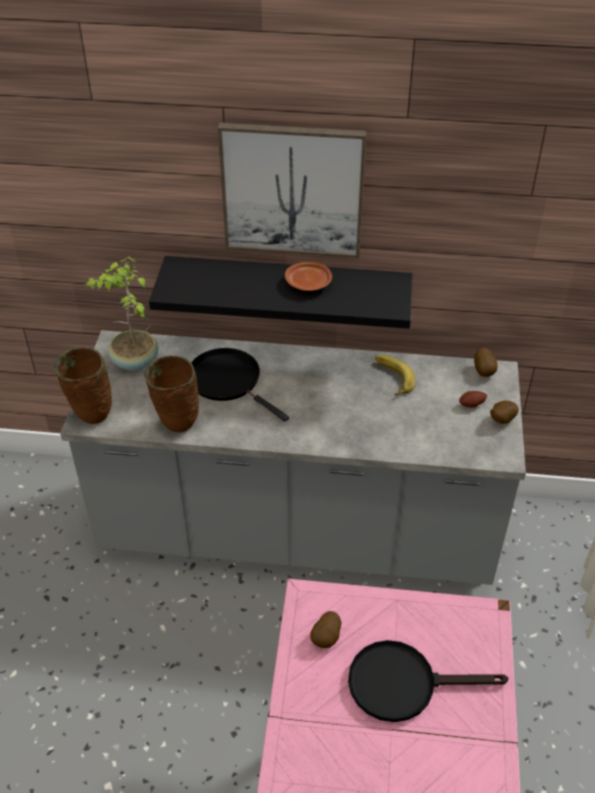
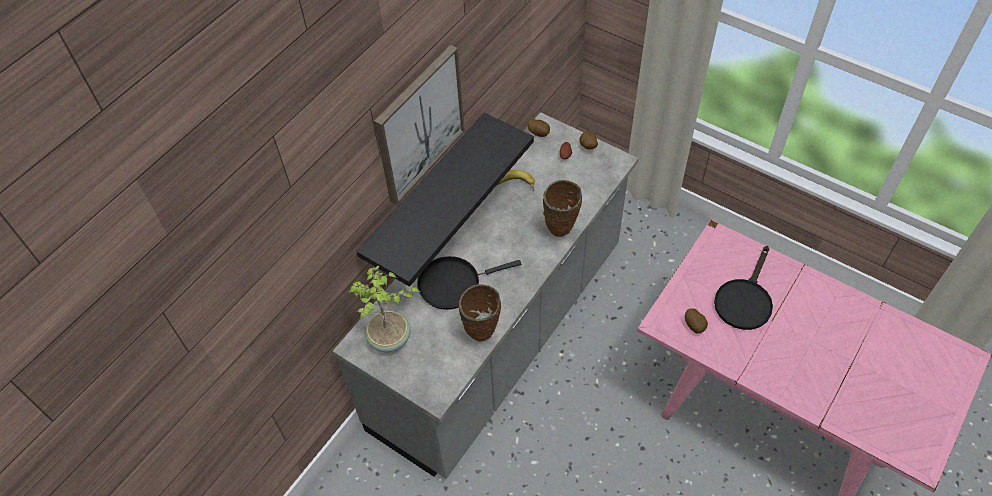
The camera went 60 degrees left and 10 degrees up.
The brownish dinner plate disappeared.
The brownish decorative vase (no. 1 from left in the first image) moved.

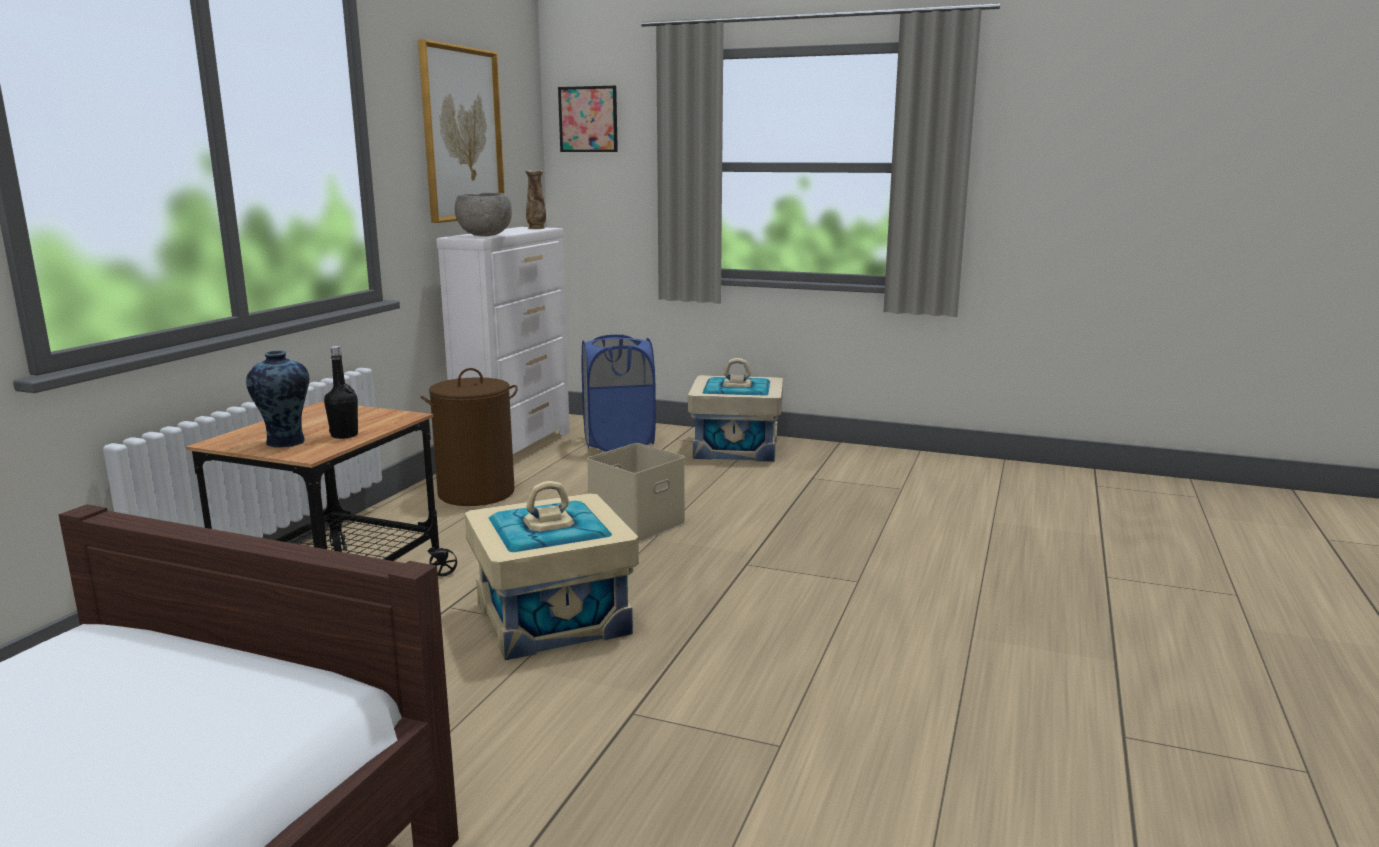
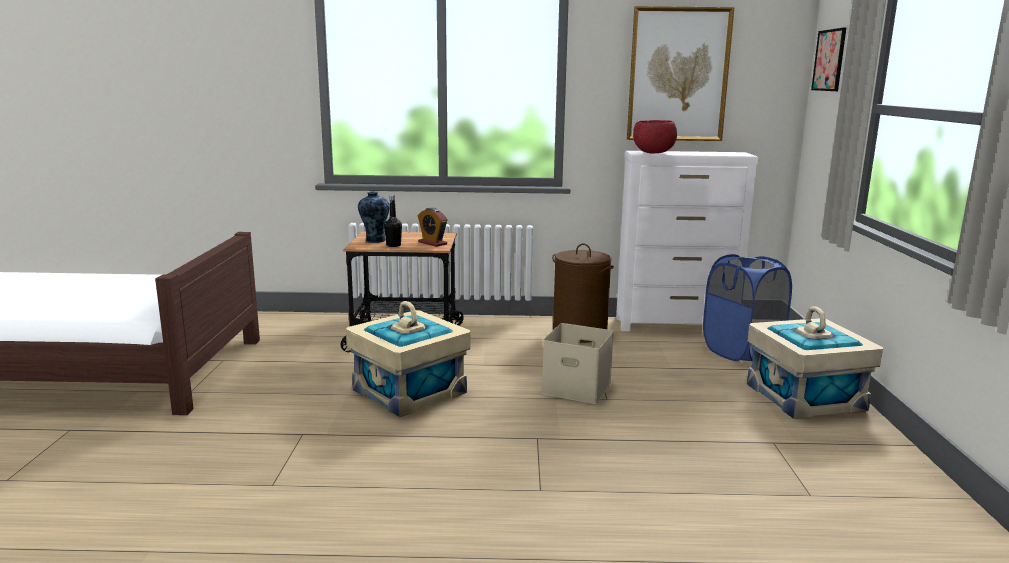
The camera went 70 degrees right and 0 degrees up.
The decorative vase (no. 2 from left) disappeared.
The bedside clock appeared.
The gray bowl became the red bowl.

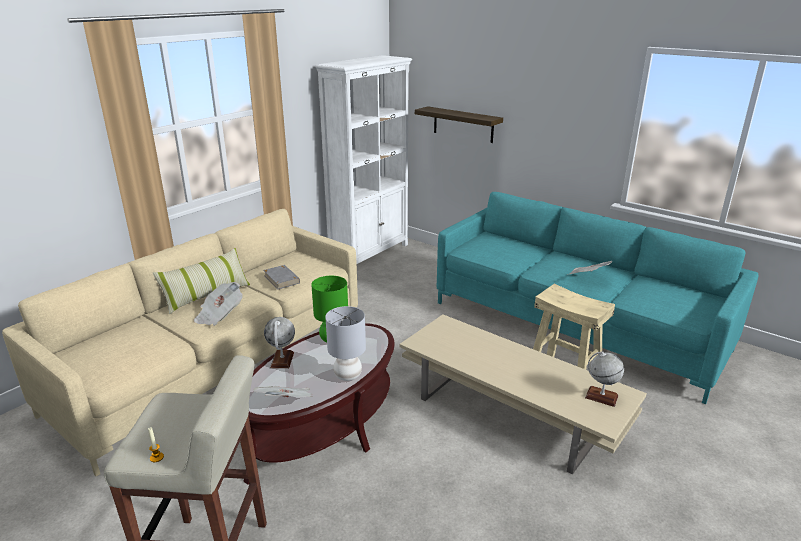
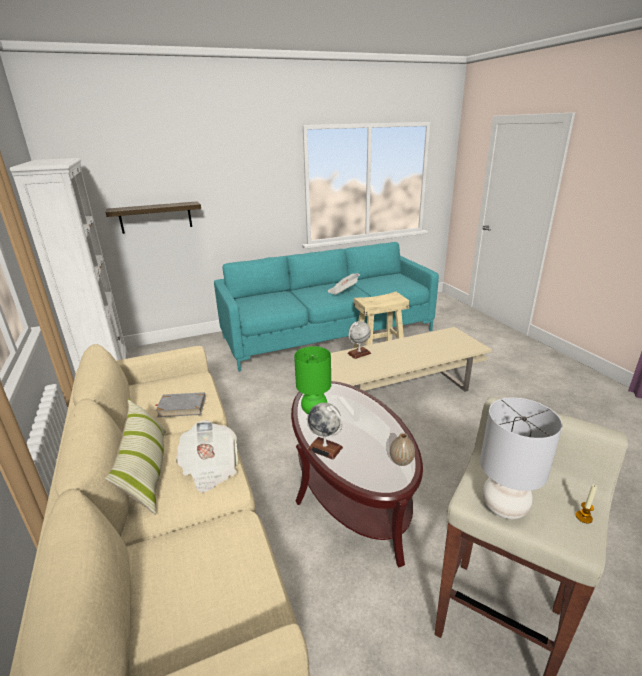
The camera went 60 degrees left and 0 degrees up.
The gray tabletop lamp moved.
The world globe (no. 2 from left) moved.
The newspaper (no. 2 from left) was replaced by the decorative vase.

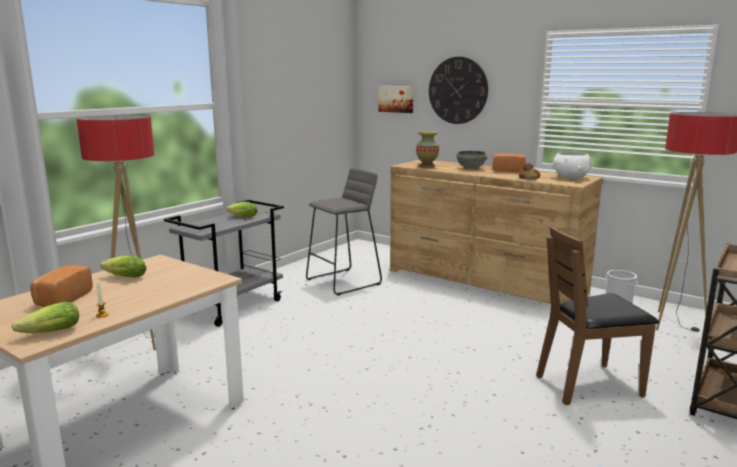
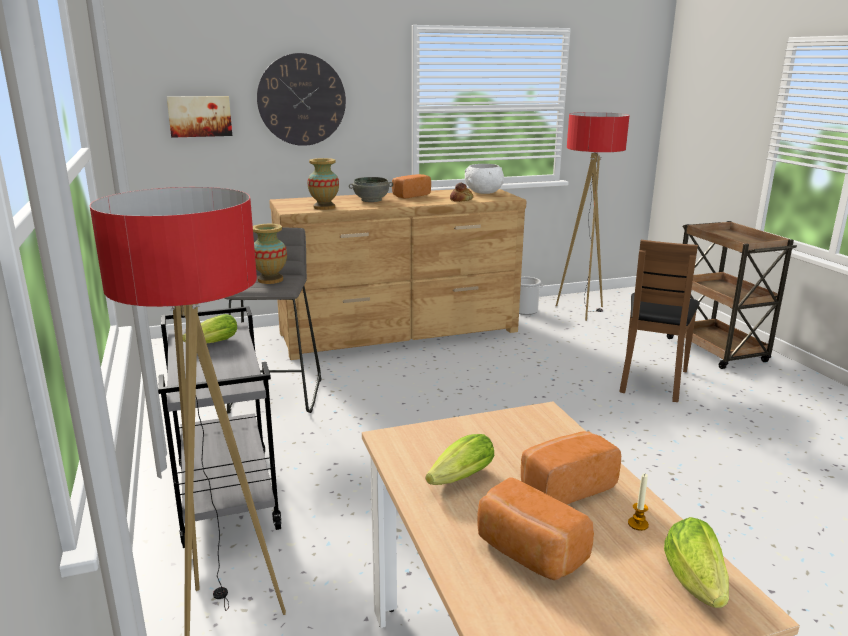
The camera went 55 degrees left and 5 degrees up.
The decorative vase (no. 1 from left) appeared.
The bakery bread (no. 4 from left) appeared.

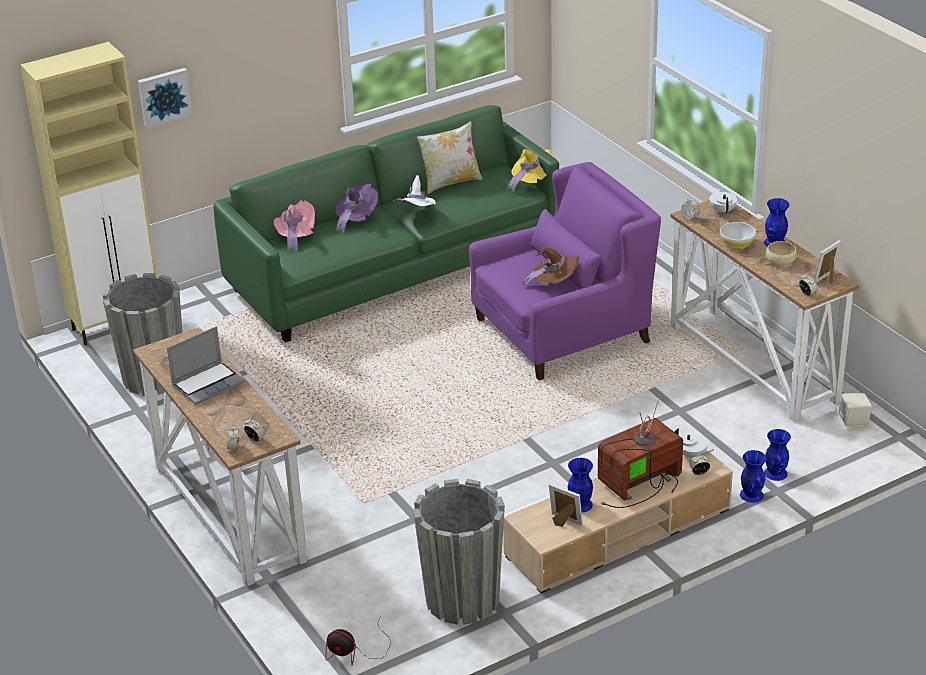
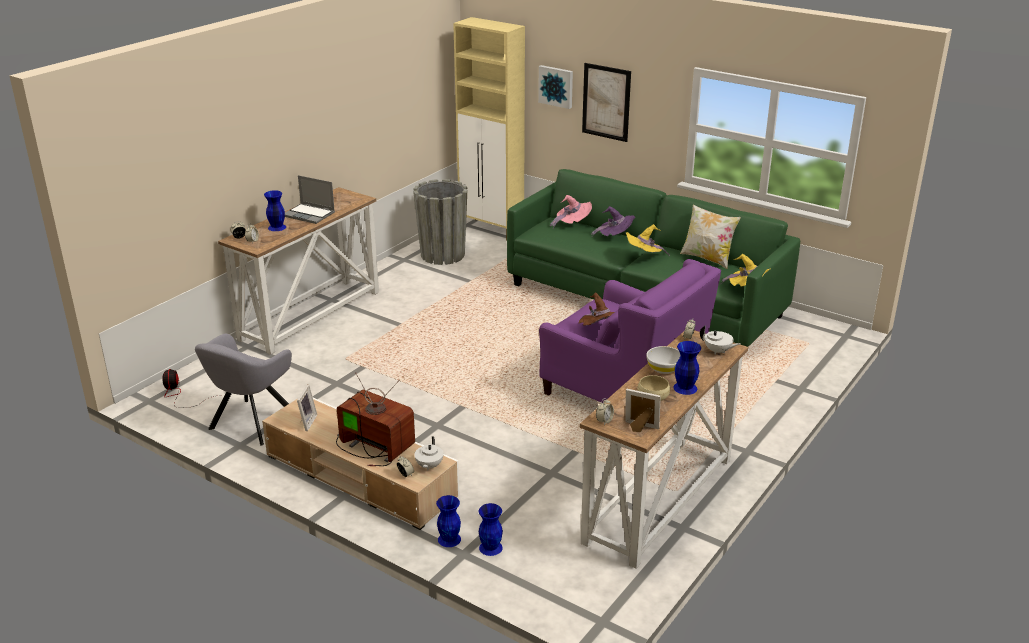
The camera went 65 degrees right and 5 degrees down.
The sand-coloured audio speaker disappeared.
The picture (no. 2 from left) appeared.
The blue-coloured decorative vase (no. 1 from left) moved.
The gray planter (no. 2 from left) was replaced by the gray easy chair.
The whitish clothing hat became the yellow-coloured clothing hat (no. 1 from left).
The whitish tea pot (no. 2 from left) turned 60 degrees clockwise.

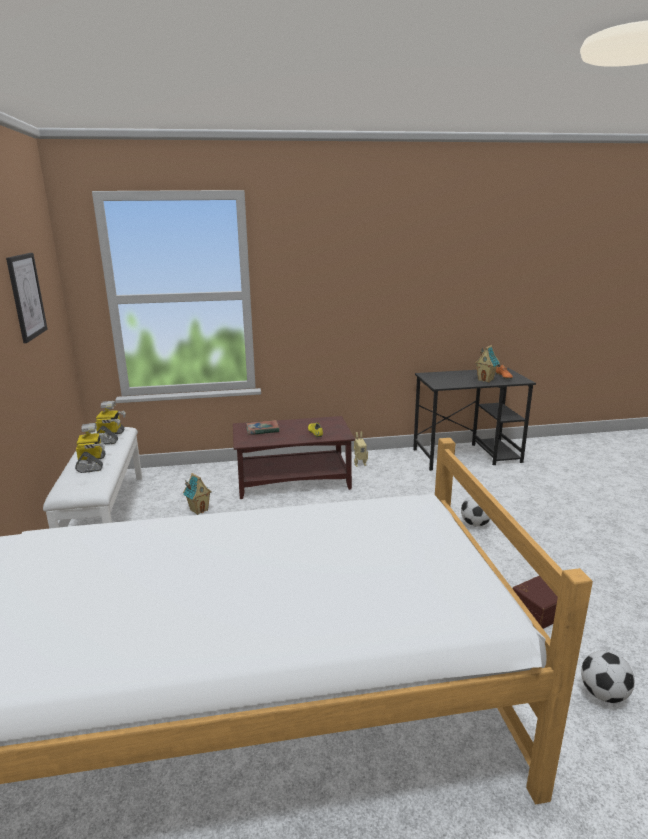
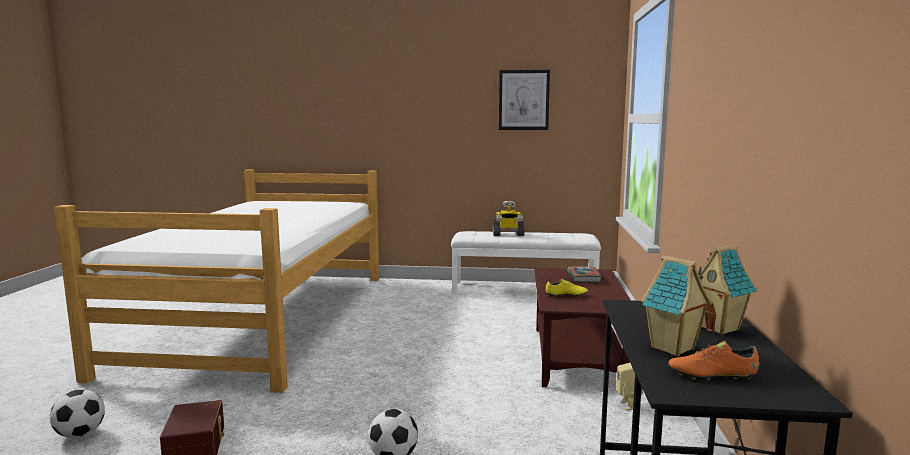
The camera went 105 degrees right and 10 degrees down.
The model robot (no. 2 from left) disappeared.
The miniature house (no. 1 from left in the first image) moved.

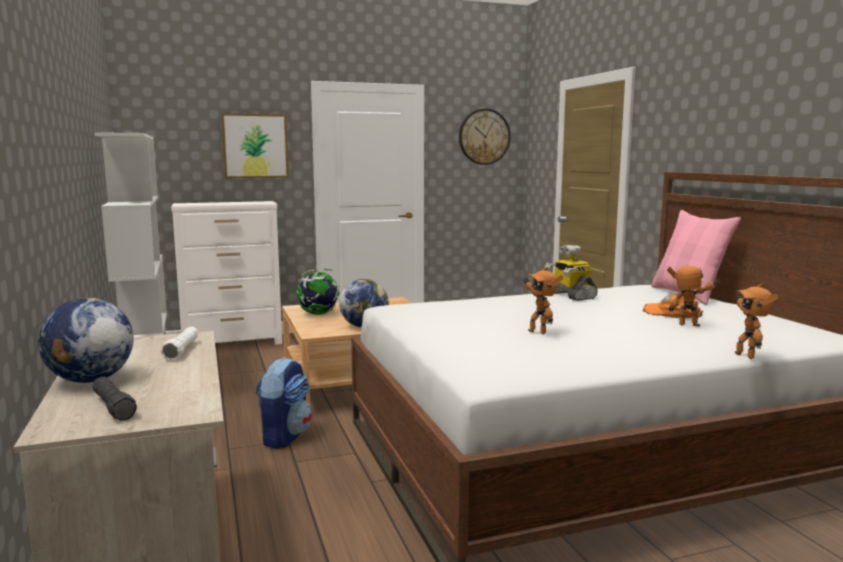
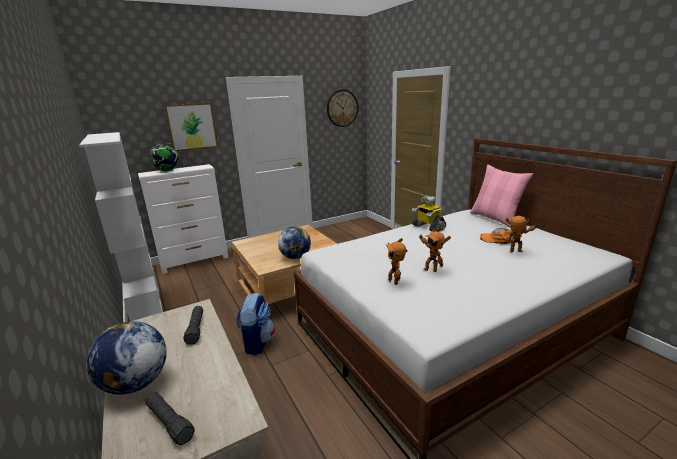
The camera went 10 degrees left and 10 degrees up.
The world globe (no. 2 from left) moved.
The model robot (no. 4 from left in the first image) moved.
The whitish hand torch became the blackish hand torch (no. 2 from left).

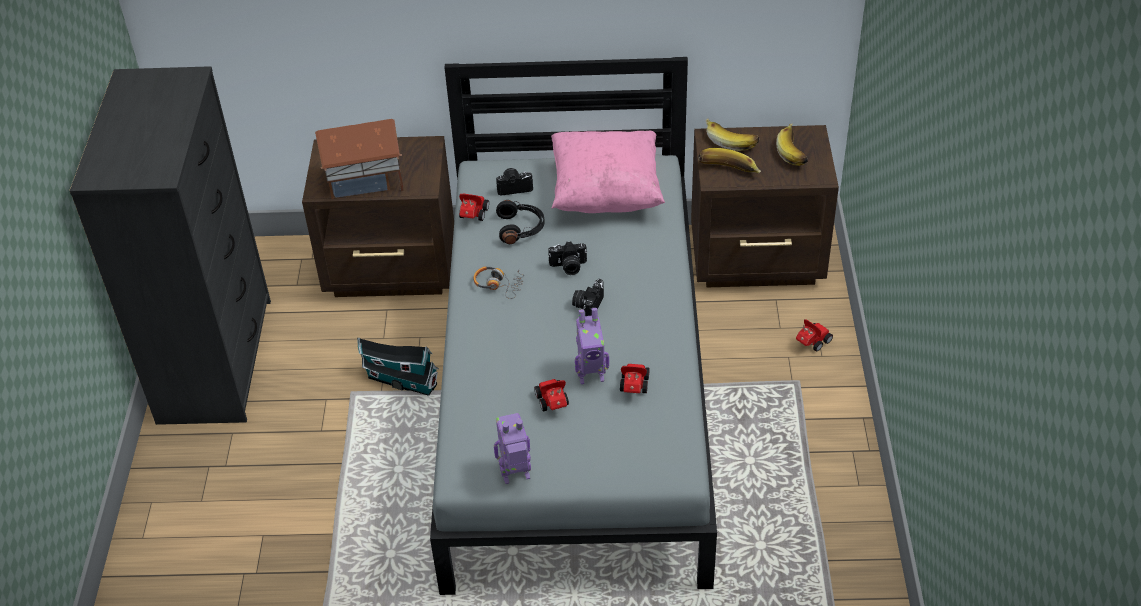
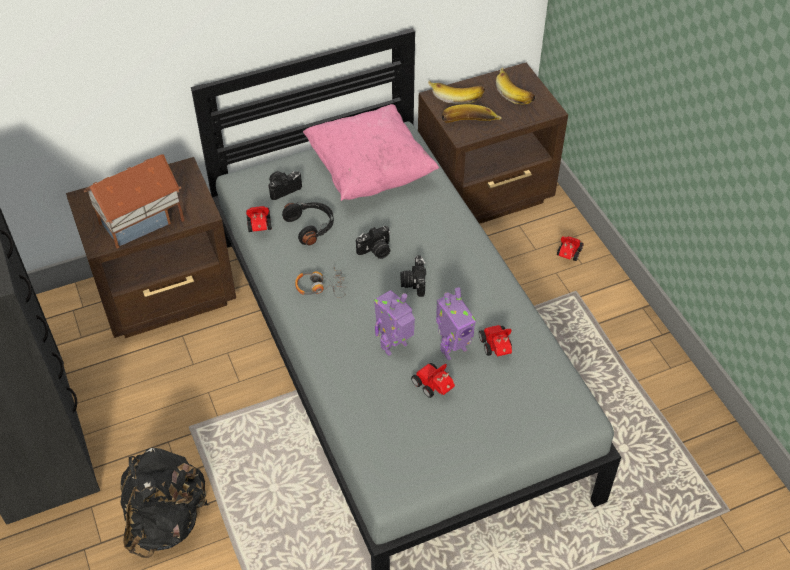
The camera went 25 degrees left and 5 degrees up.
The miniature house (no. 2 from left) disappeared.
The blackish rucksack appeared.
The model robot (no. 1 from left) moved.

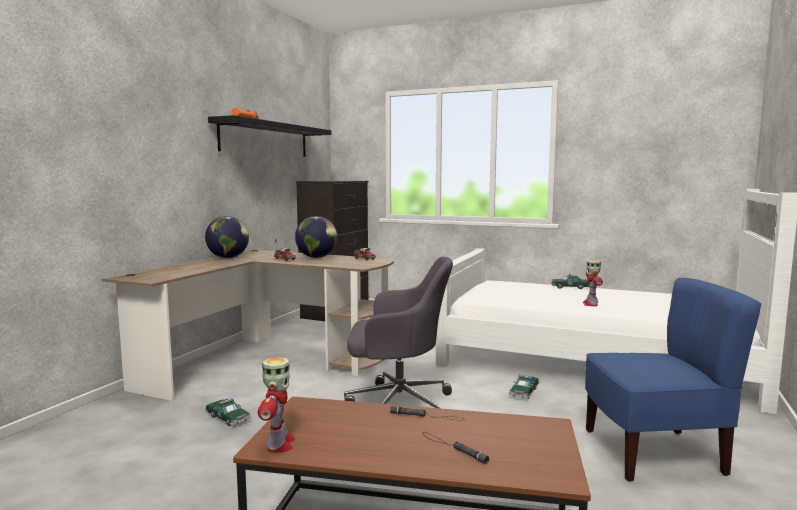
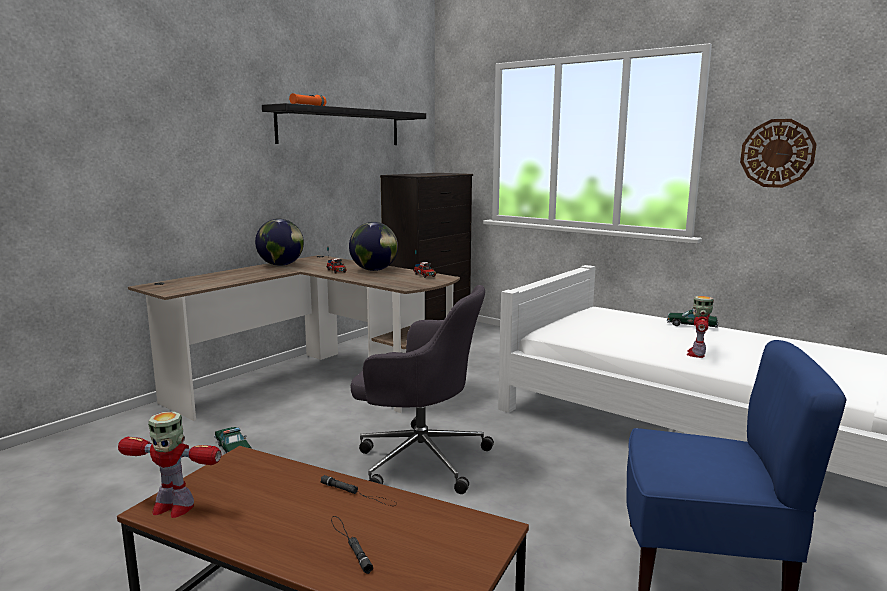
The camera went 15 degrees right and 5 degrees up.
The model car (no. 2 from left) disappeared.
The wall clock appeared.
The model robot (no. 1 from left) turned 90 degrees clockwise.

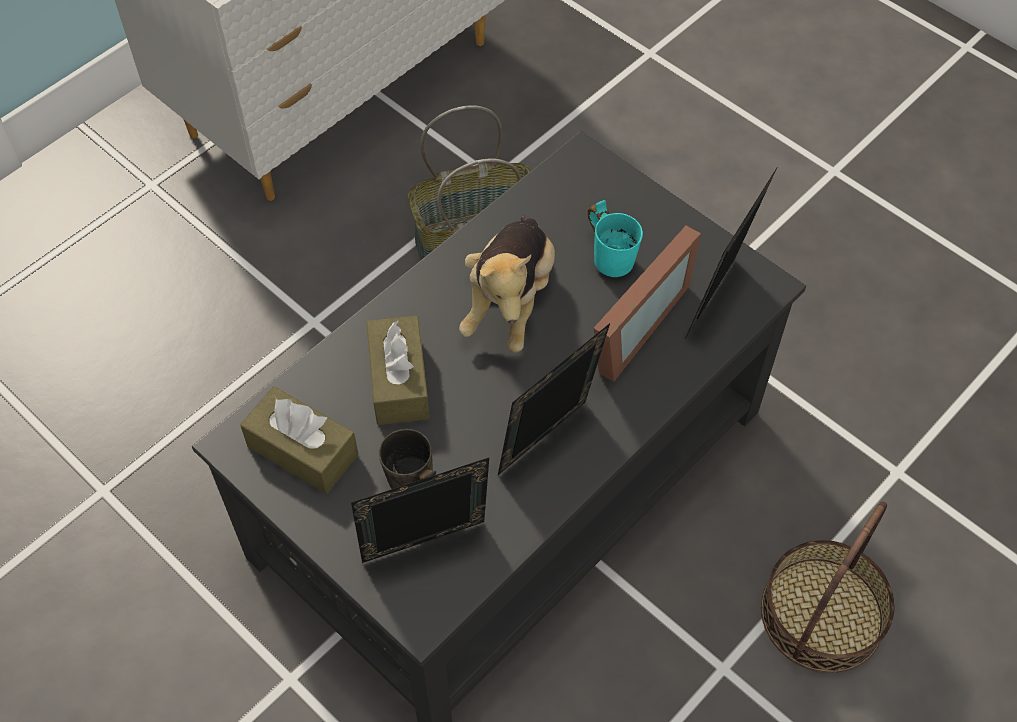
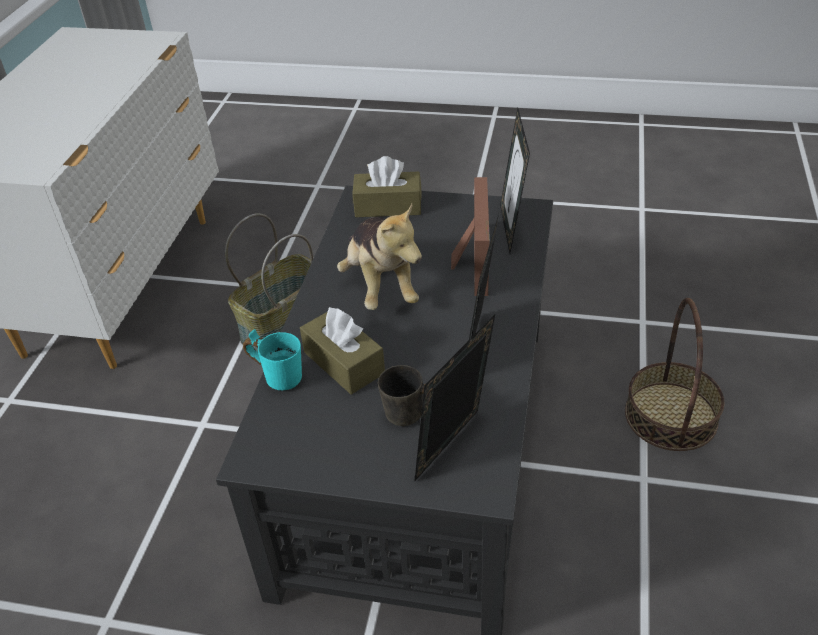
The camera went 30 degrees left and 15 degrees down.
The brownish tissue box (no. 1 from left in the first image) moved.
The blue-green tea mug moved.

